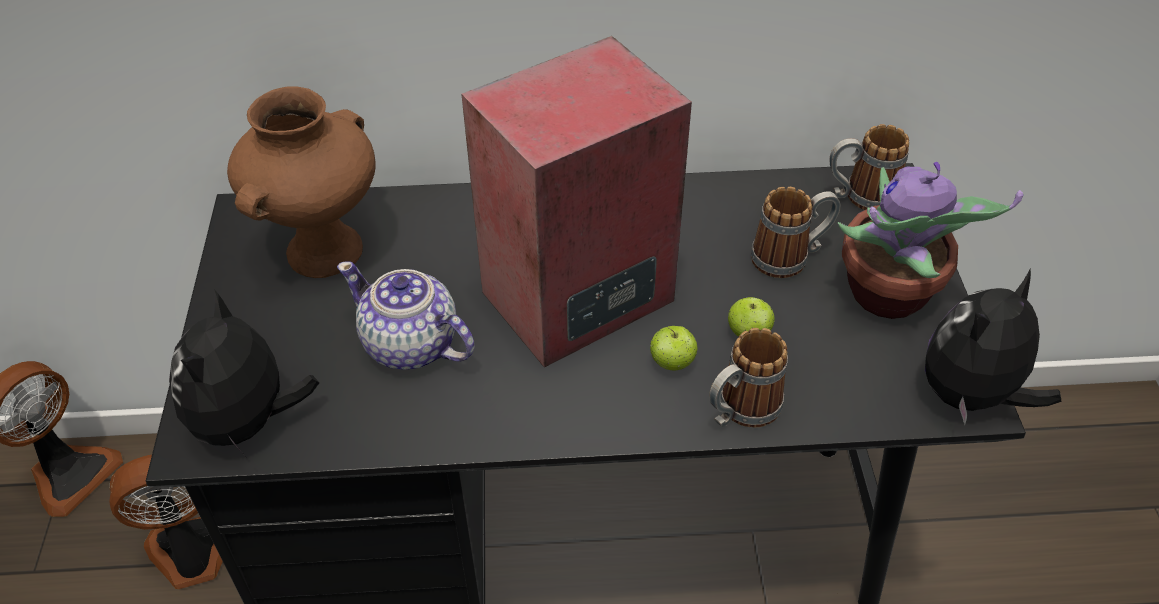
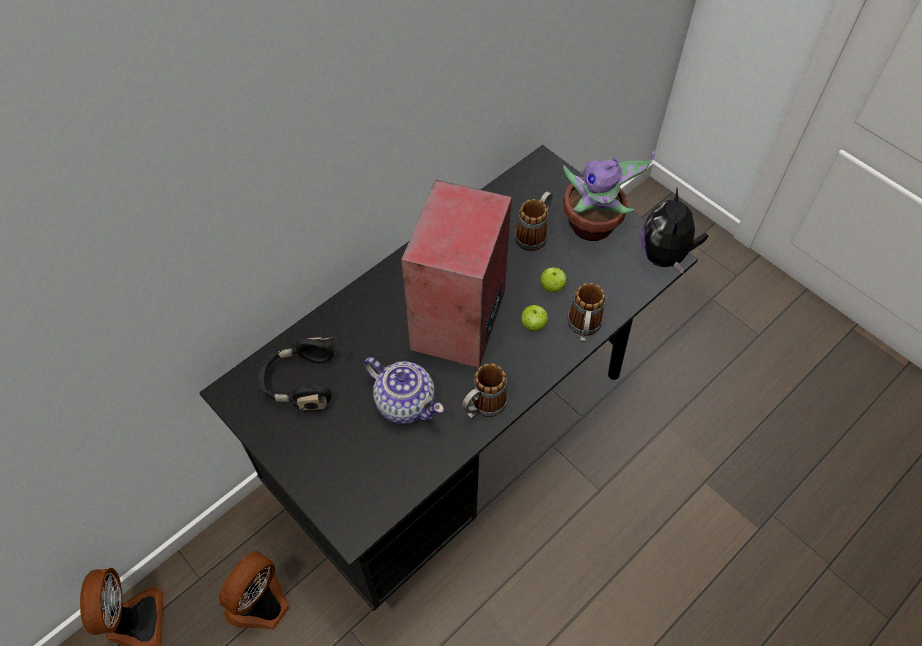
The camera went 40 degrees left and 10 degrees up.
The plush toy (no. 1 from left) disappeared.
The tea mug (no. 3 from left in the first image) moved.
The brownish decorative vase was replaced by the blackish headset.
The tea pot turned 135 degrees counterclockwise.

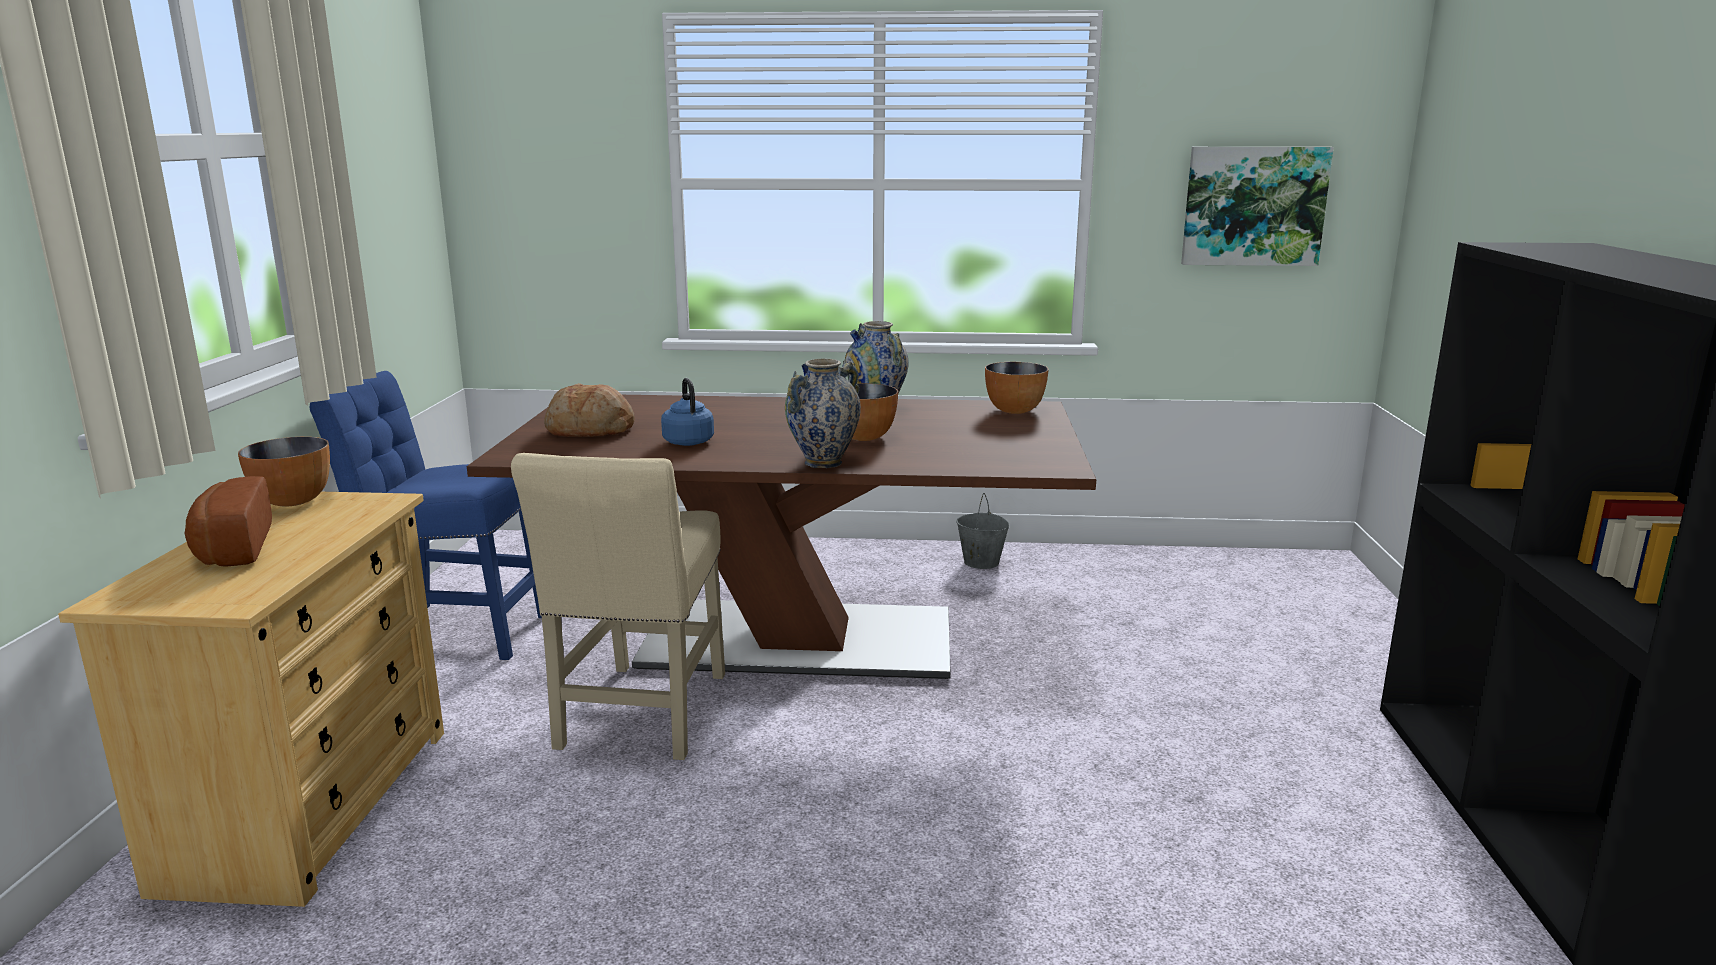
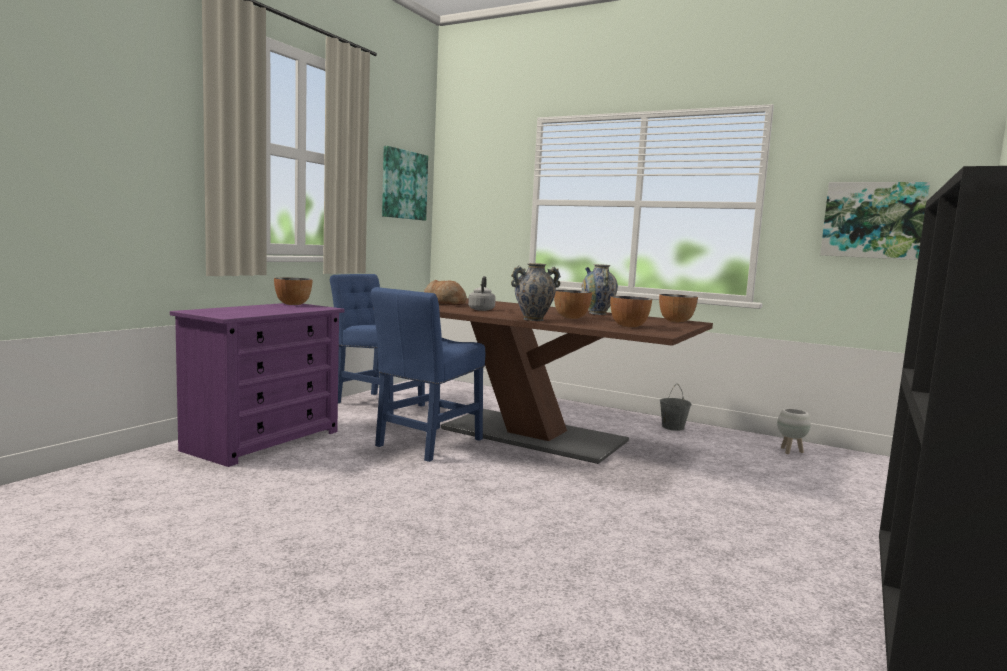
The camera went 25 degrees right and 10 degrees down.
The bakery bread (no. 1 from left) disappeared.
The picture (no. 1 from left) appeared.
The bowl (no. 3 from left) appeared.
The whitish planter appeared.
The sand-coloured drawer chest became the purple drawer chest.
The sand-coloured chair became the blue-coloured chair (no. 2 from left).
The blue-coloured kettle became the gray kettle.

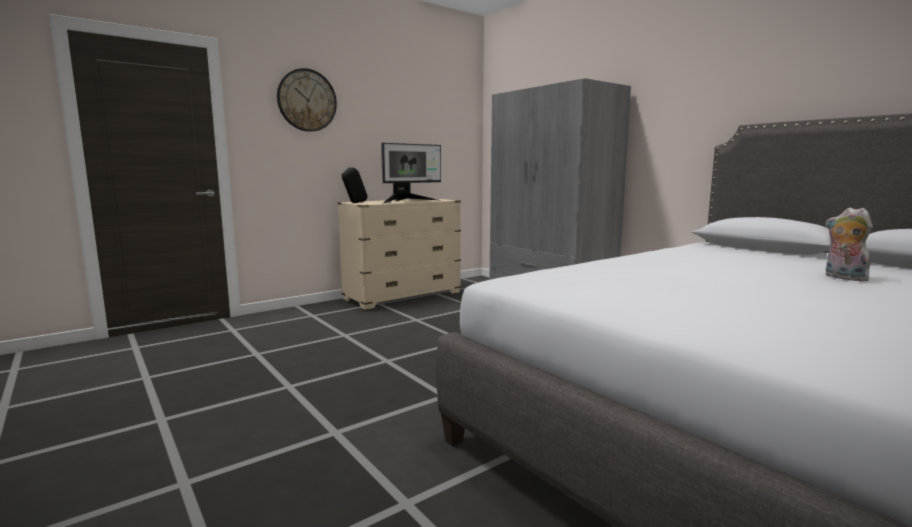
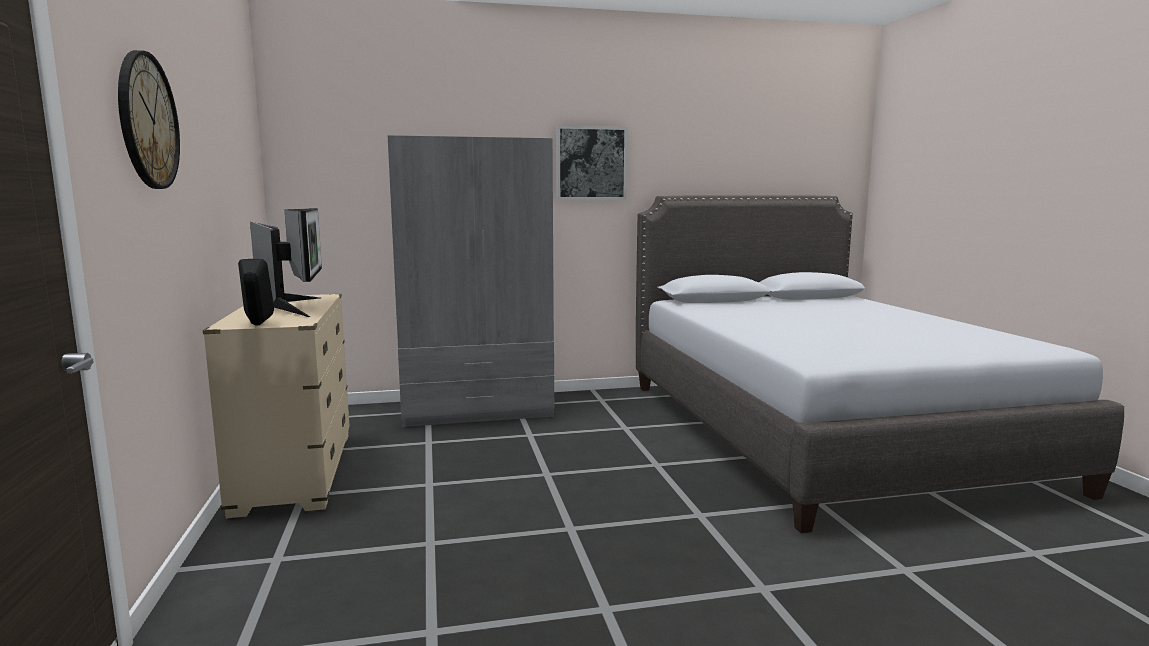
The camera went 65 degrees left and 0 degrees up.
The plush toy disappeared.
The picture appeared.

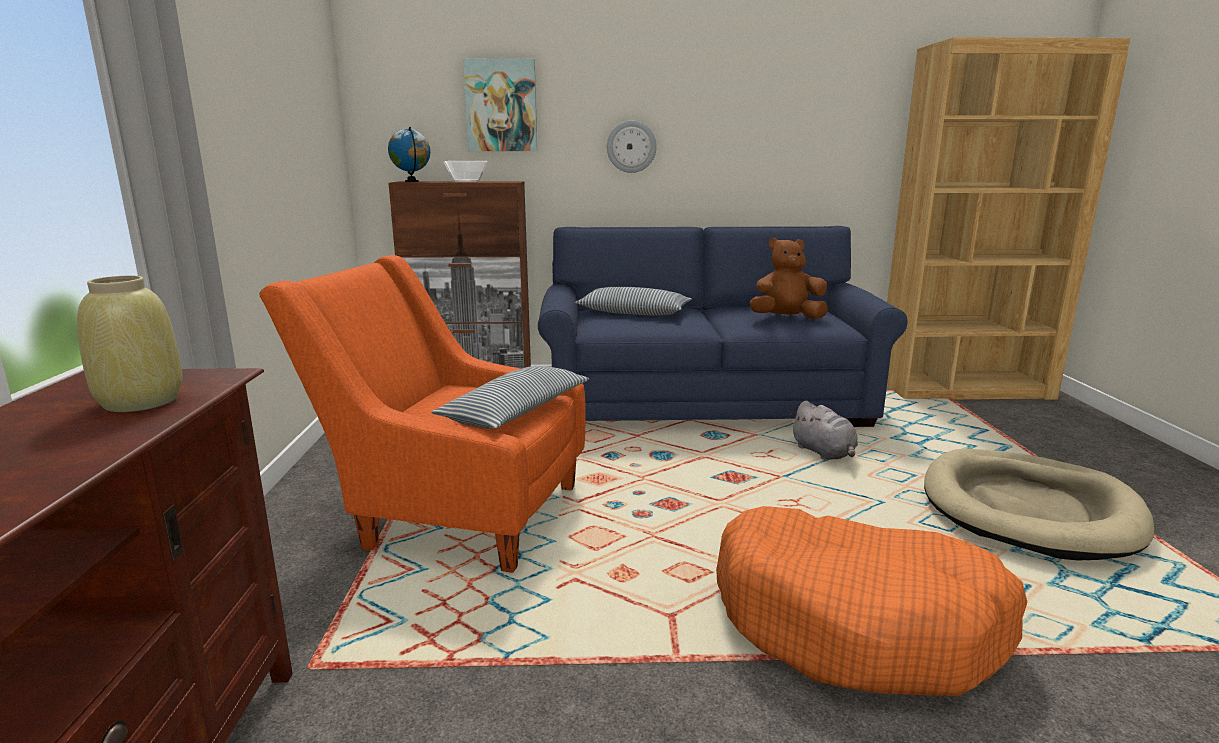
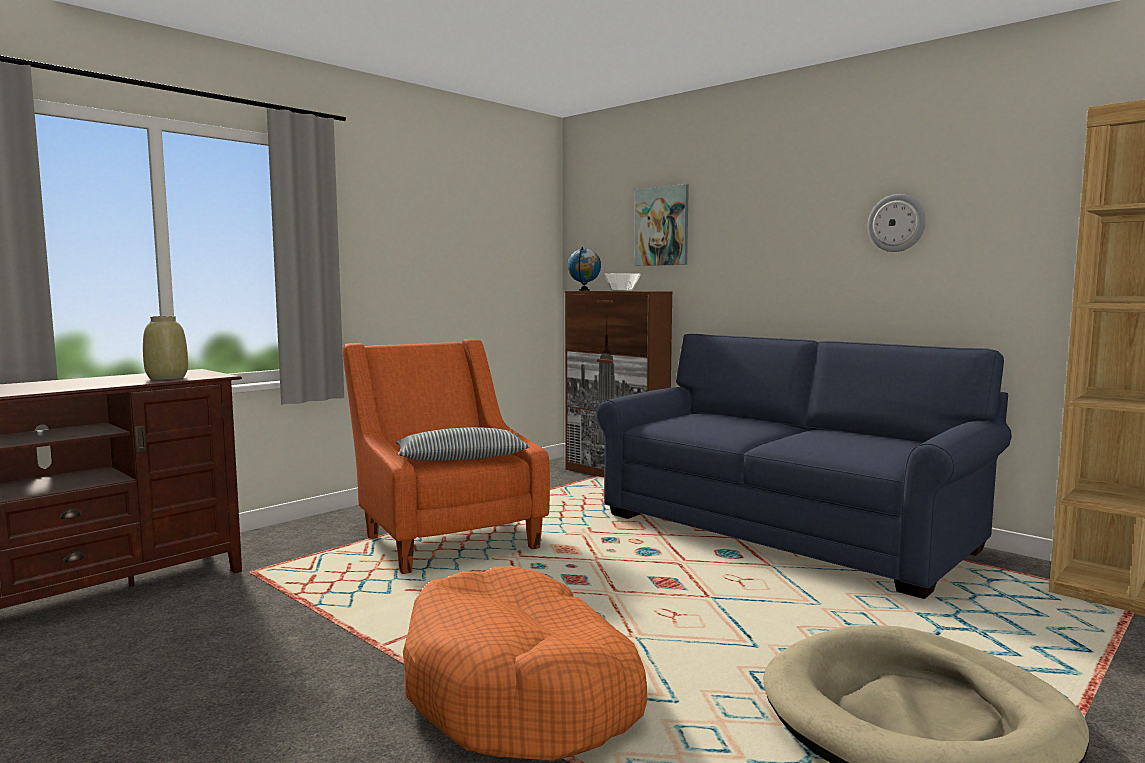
The camera went 45 degrees right and 10 degrees down.
The pillow (no. 2 from left) disappeared.
The brownish plush toy disappeared.
The gray plush toy disappeared.
The wall clock moved.

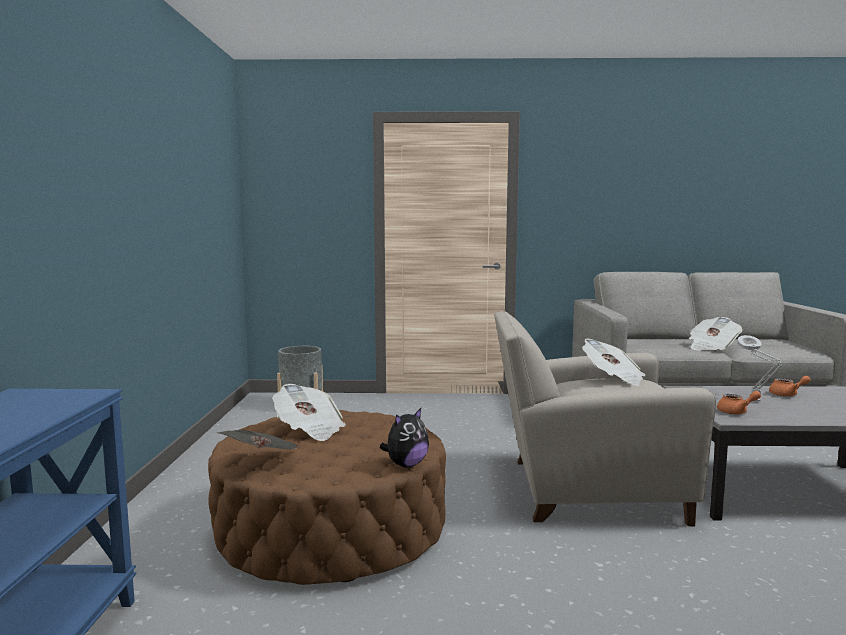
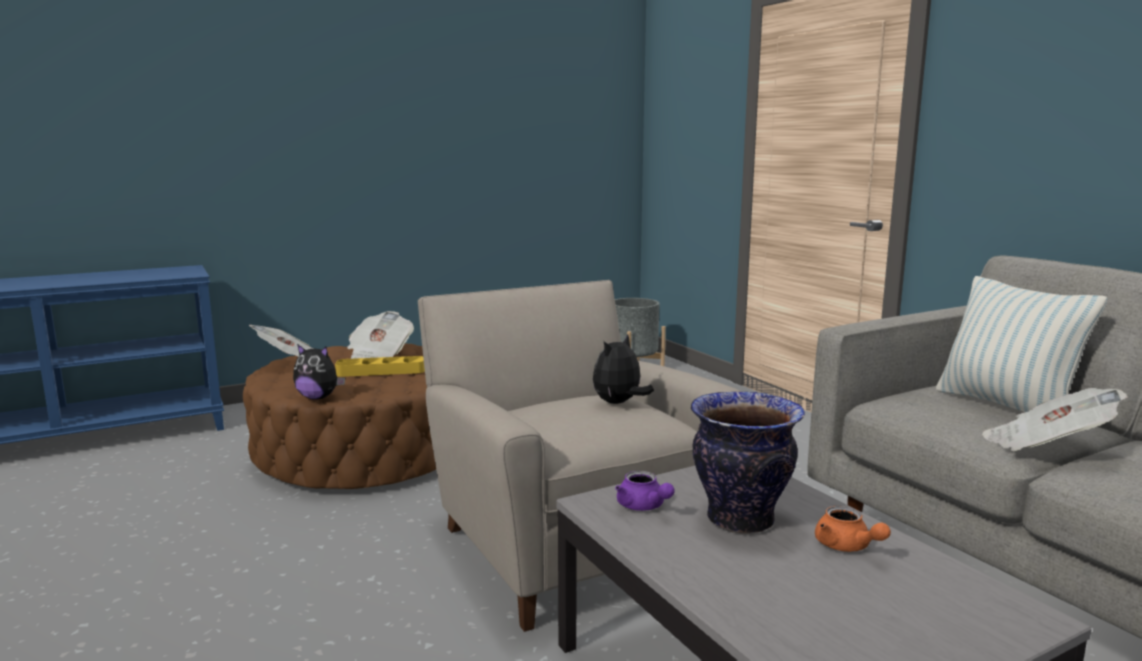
The camera went 60 degrees right and 5 degrees up.
The yellow-coloured carrying tray appeared.
The pillow appeared.
The newspaper (no. 3 from left) was replaced by the plush toy (no. 2 from left).
The gray tabletop lamp was replaced by the decorative vase.
The orange-coloured tea pot (no. 1 from left) became the purple tea pot.

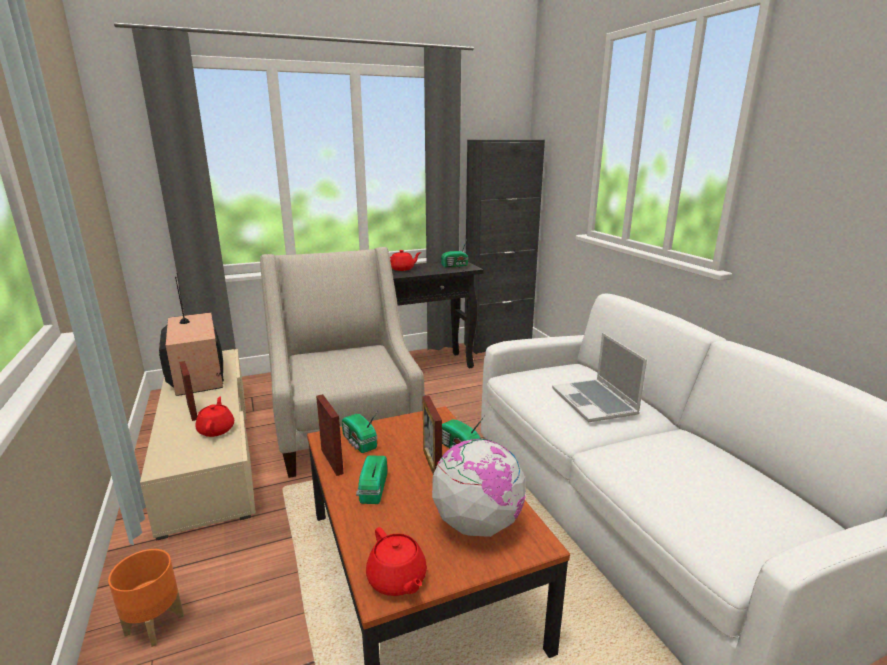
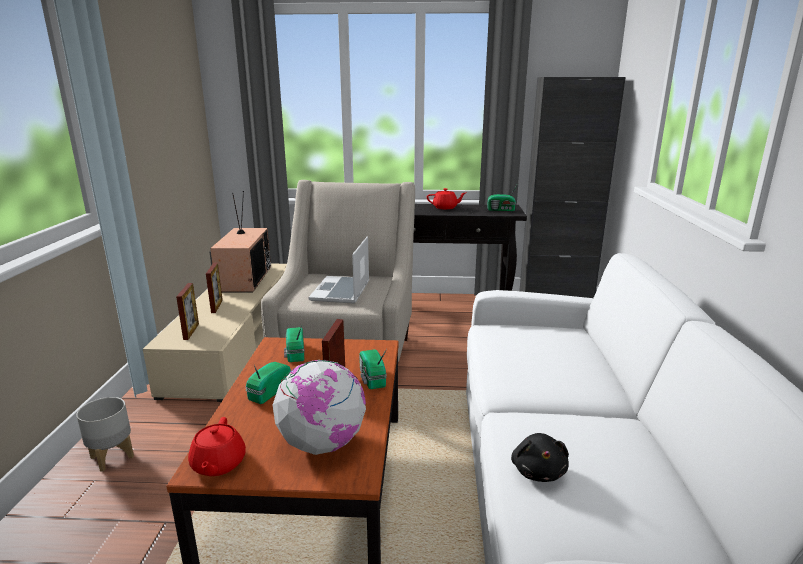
The camera went 25 degrees right and 0 degrees up.
The red tea pot (no. 1 from left) disappeared.
The blackish plush toy appeared.
The standing frame (no. 2 from left in the first image) moved.
The portable computer moved.
The orange-coloured planter became the gray planter.

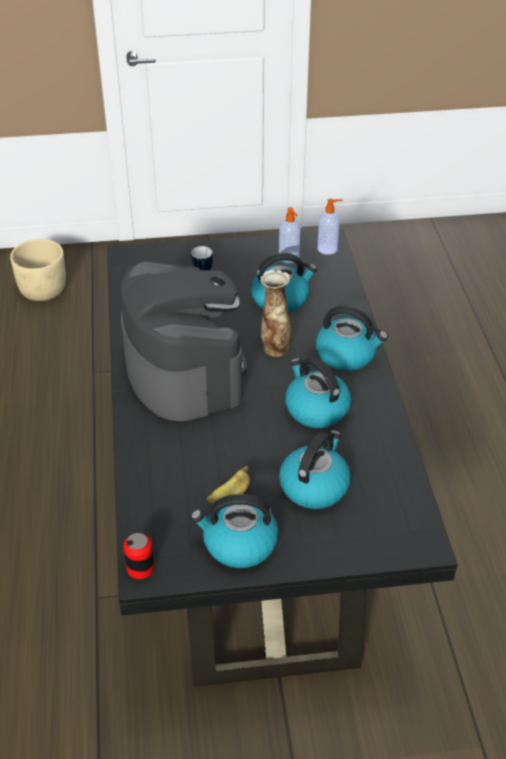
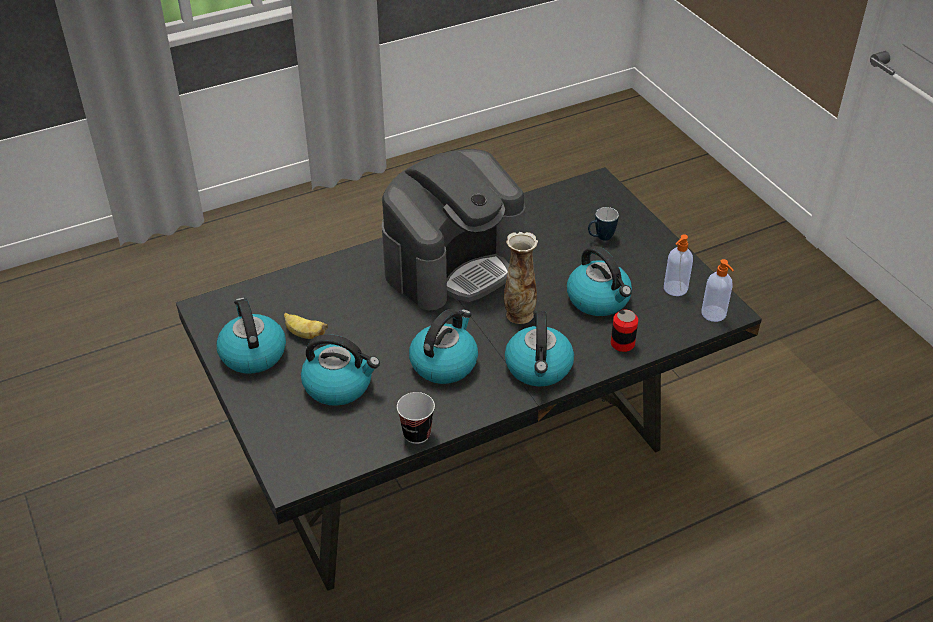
The camera went 70 degrees right and 0 degrees up.
The sand-coloured planter disappeared.
The small cup appeared.
The metal can moved.

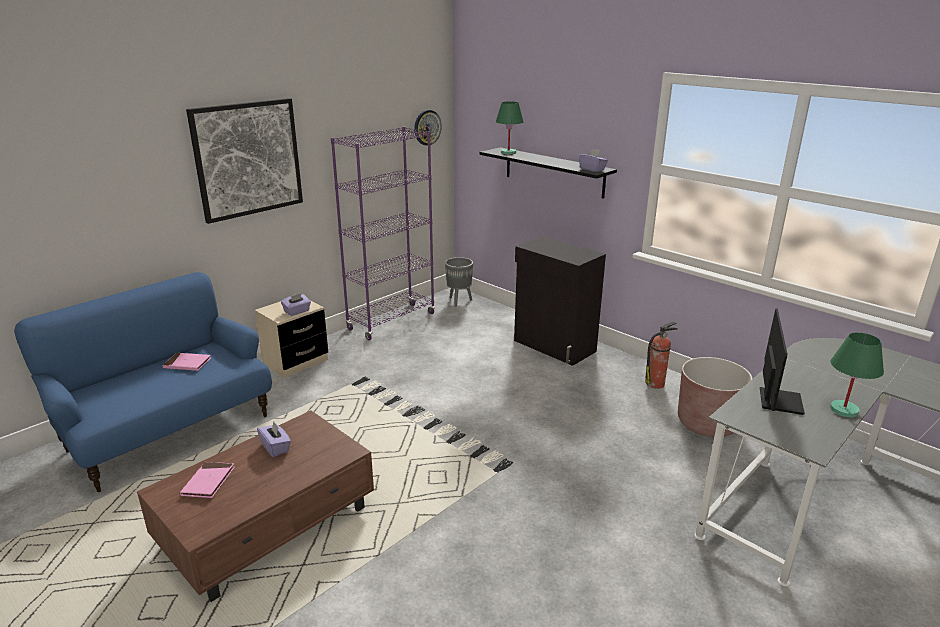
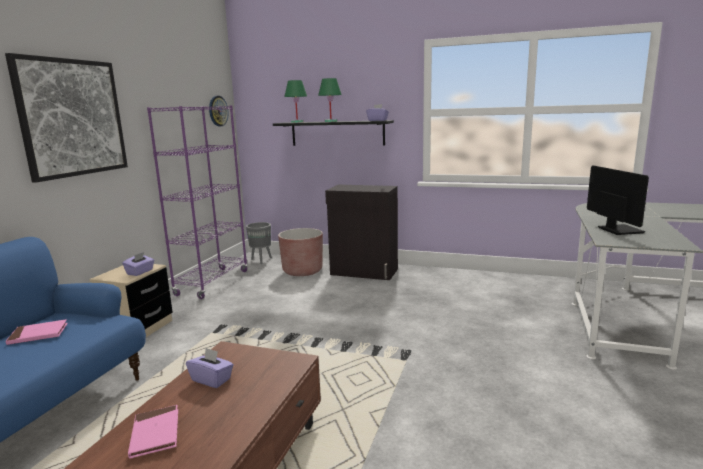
The camera went 25 degrees left and 10 degrees down.
The extinguisher disappeared.
The brownish planter moved.
The greenish tabletop lamp (no. 2 from left) moved.

